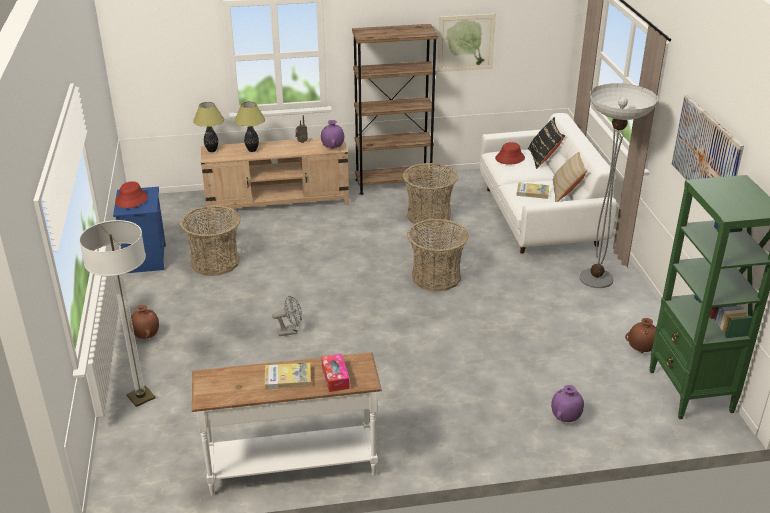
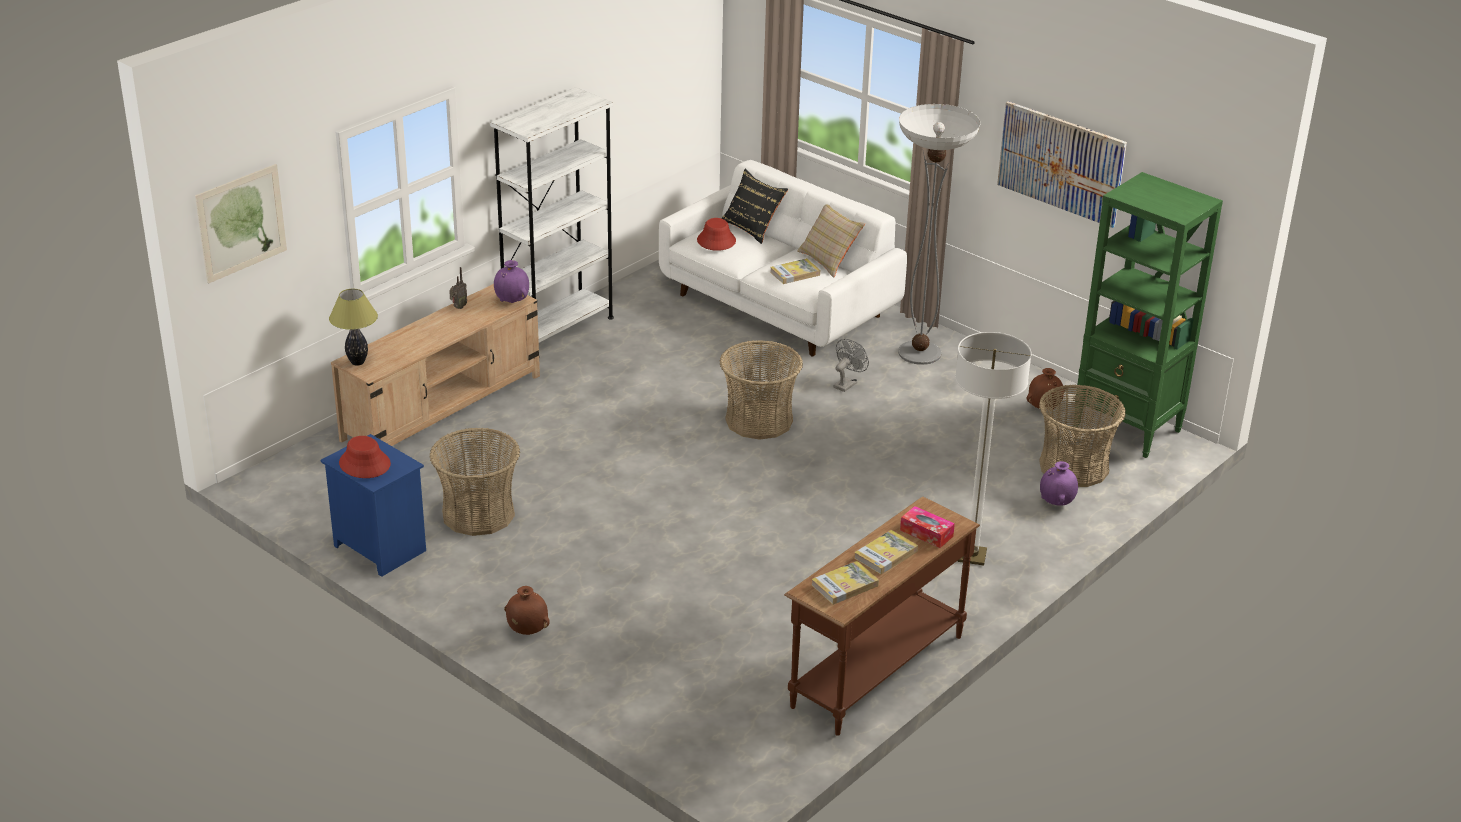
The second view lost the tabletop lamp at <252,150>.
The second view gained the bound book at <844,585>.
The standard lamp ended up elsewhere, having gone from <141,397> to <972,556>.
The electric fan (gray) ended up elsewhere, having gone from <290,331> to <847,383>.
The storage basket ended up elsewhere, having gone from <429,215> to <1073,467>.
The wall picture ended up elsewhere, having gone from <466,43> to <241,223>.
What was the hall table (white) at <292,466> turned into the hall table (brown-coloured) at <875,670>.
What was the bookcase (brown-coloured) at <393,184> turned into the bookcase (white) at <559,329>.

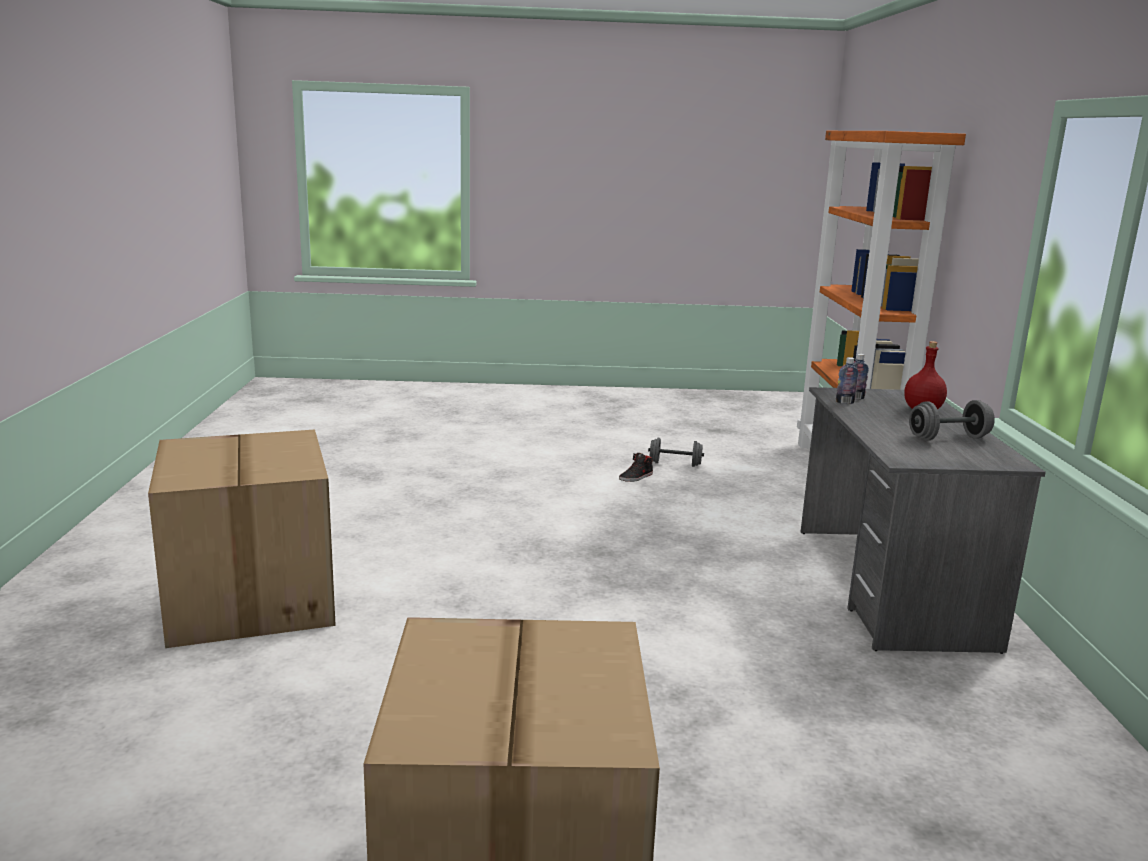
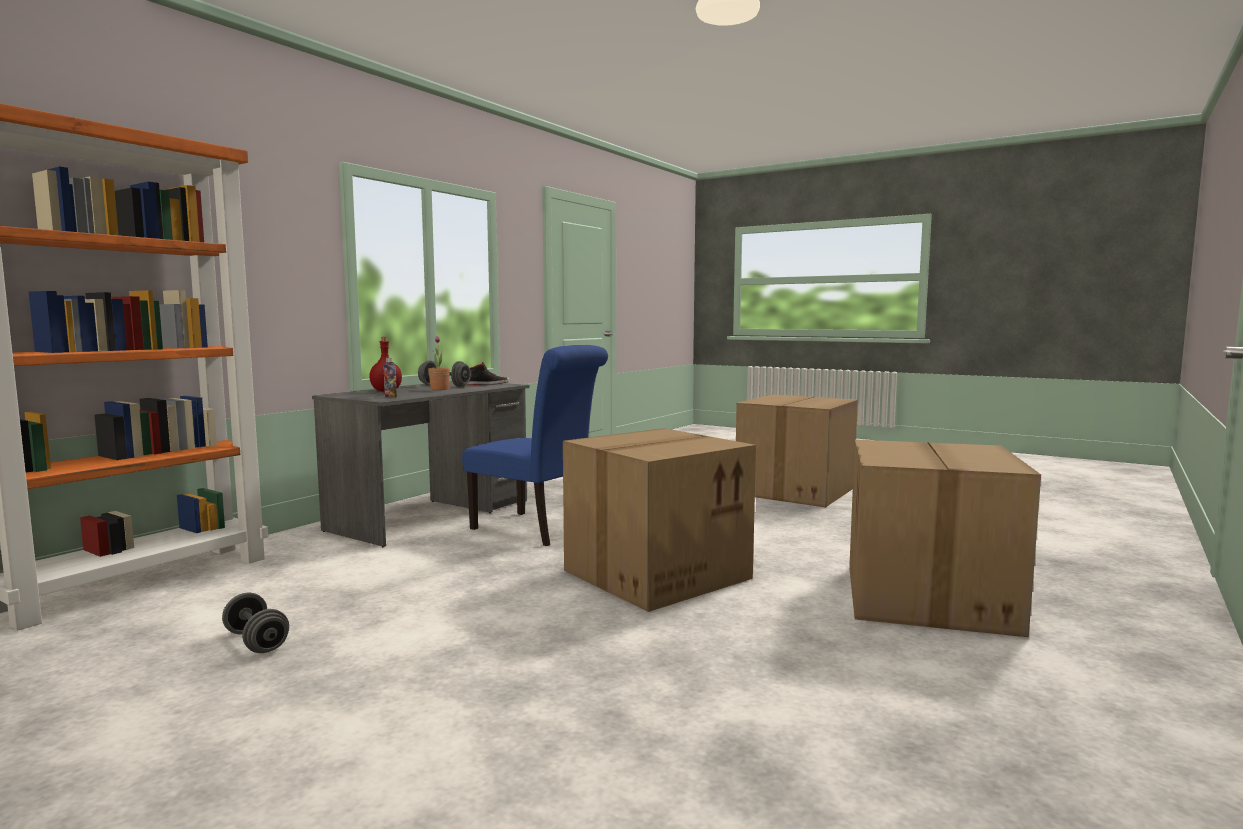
The second view lost the drink bottle at <845,402>.
The second view gained the plant in a pot at <439,389>.
The second view gained the upright chair (blue-coloured) at <537,530>.
The second view gained the carton at <657,573>.
The item of footwear (black) ended up elsewhere, having gone from <636,477> to <487,384>.

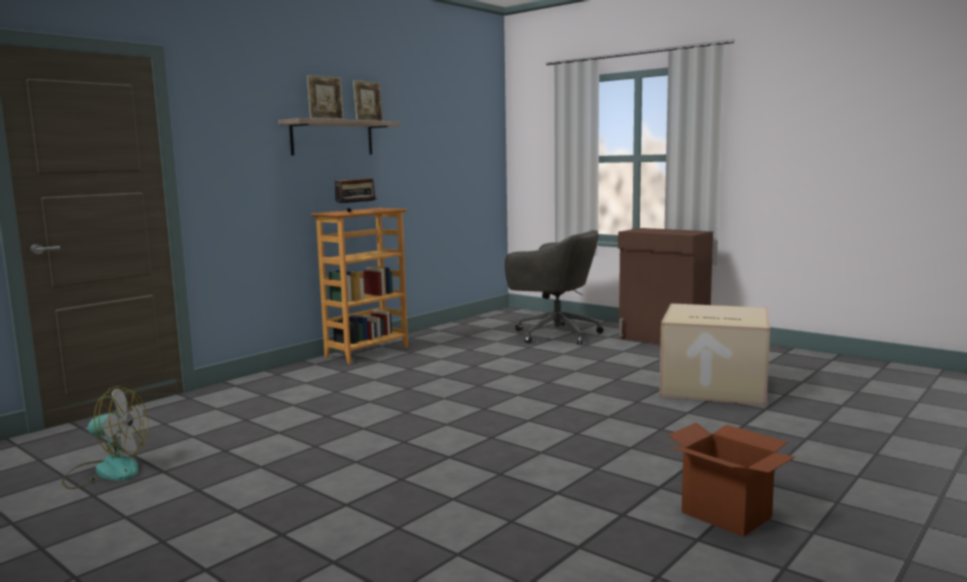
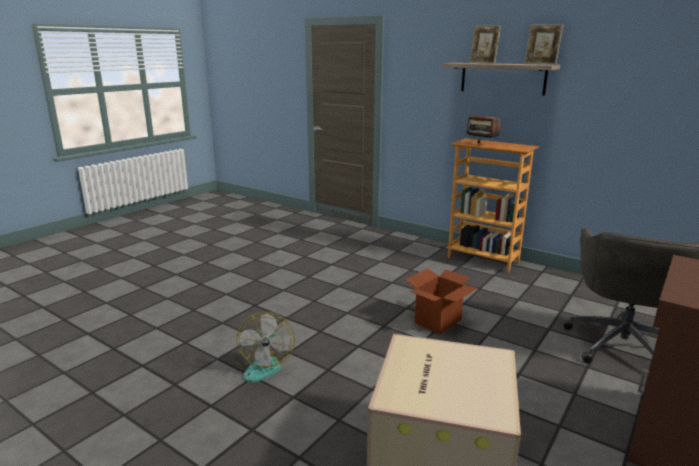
The electric fan ended up elsewhere, having gone from <106,471> to <263,365>.
The carton ended up elsewhere, having gone from <726,515> to <437,321>.

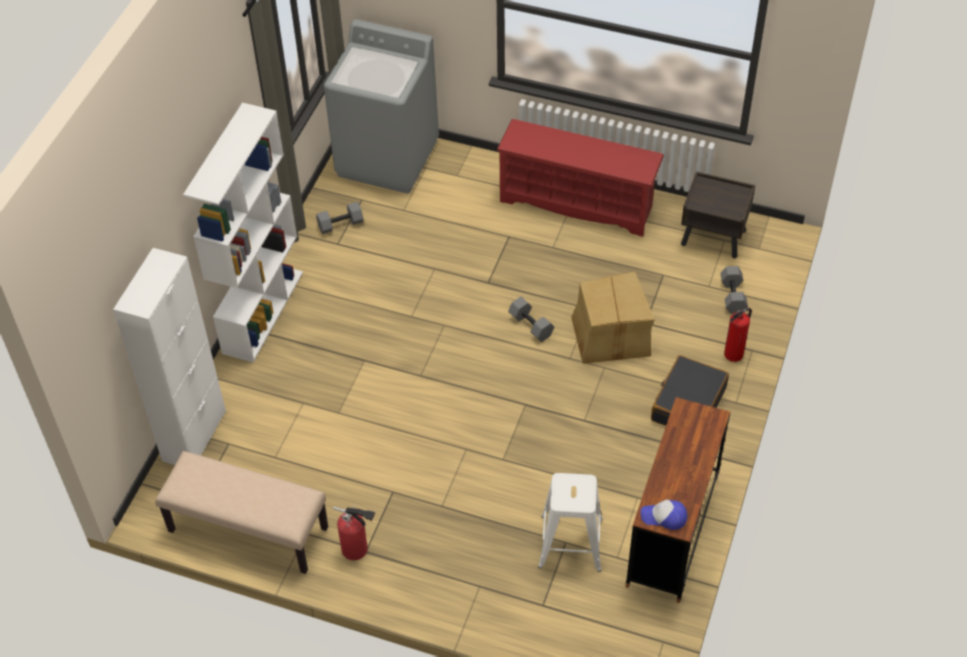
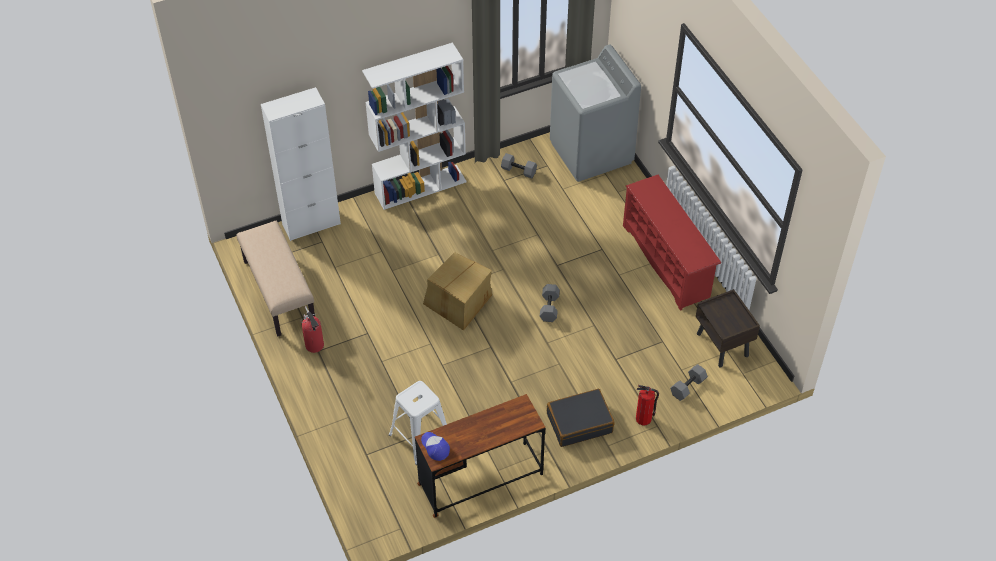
The carton ended up elsewhere, having gone from <610,335> to <458,302>.

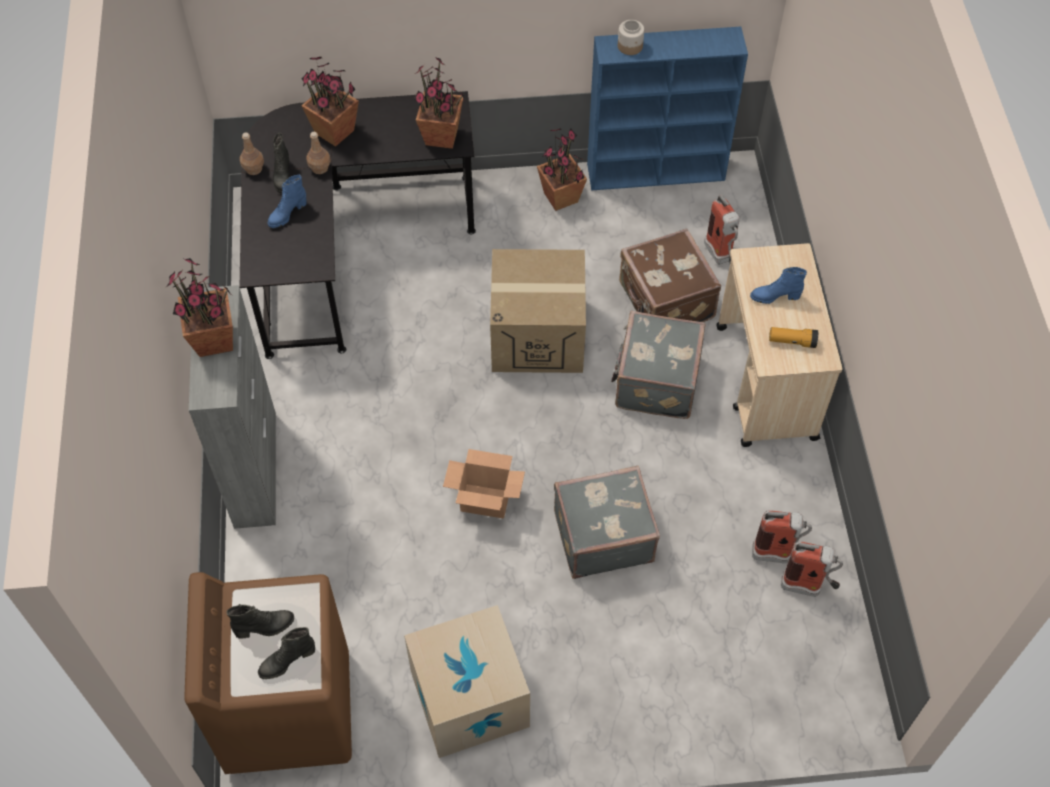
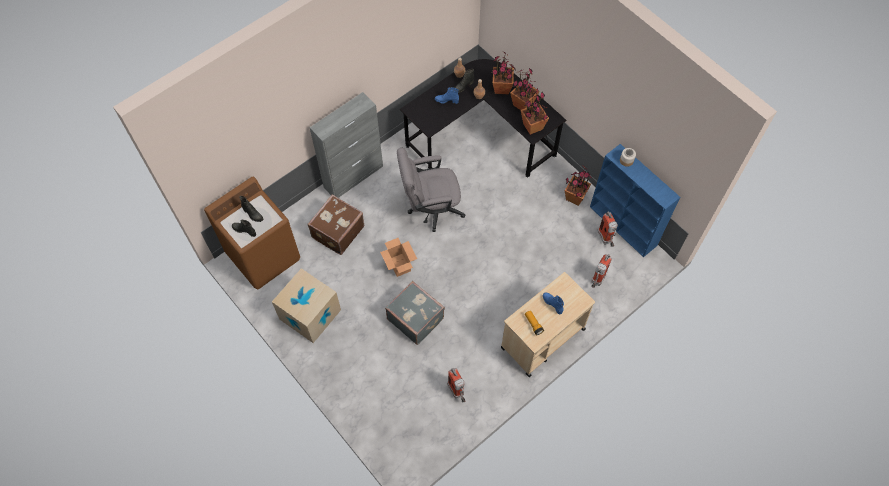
The second view lost the carton at <538,334>.
The second view lost the piece of luggage (gray) at <655,382>.
The second view gained the desk chair (gray) at <430,208>.
The plant in a pot ended up elsewhere, having gone from <214,341> to <523,105>.
The piece of luggage (brown-coloured) ended up elsewhere, having gone from <664,302> to <337,232>.
The fire-fighting cylinder ended up elsewhere, having gone from <808,587> to <606,240>.

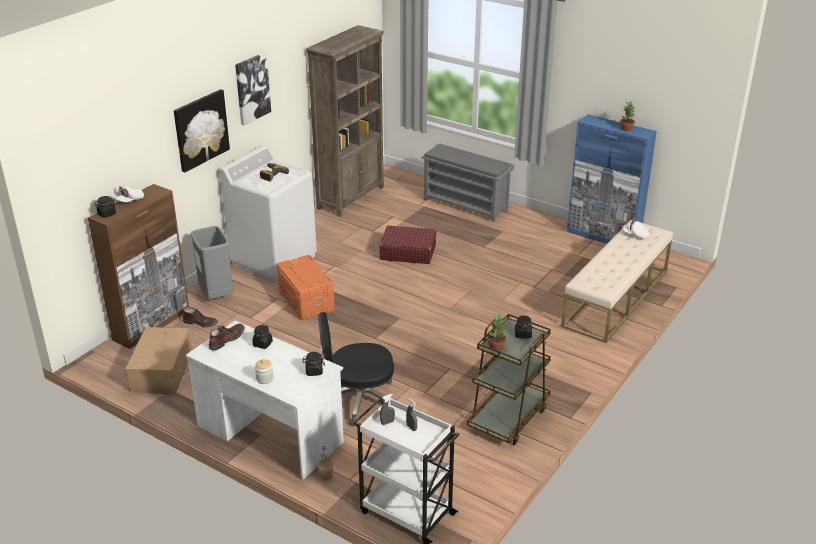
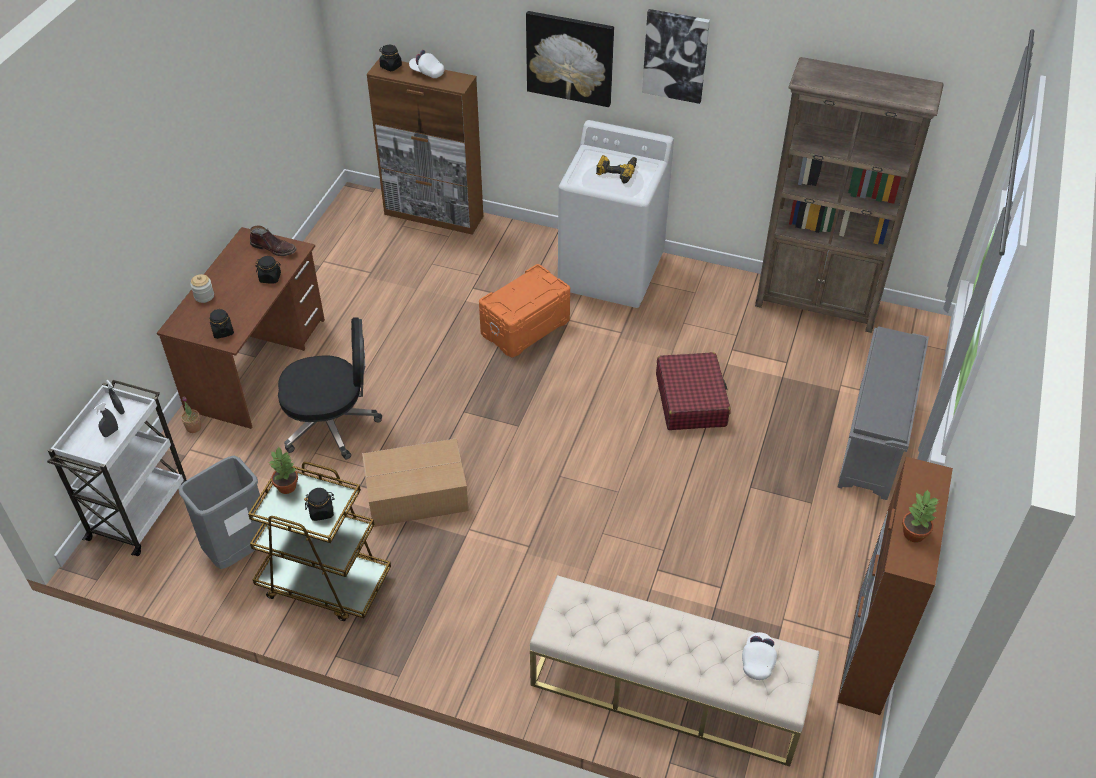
The second view lost the boot (brown-coloured) at <201,323>.
The carton ended up elsewhere, having gone from <163,370> to <418,494>.
The waste bin (gray) ended up elsewhere, having gone from <216,295> to <239,550>.
What was the desk table (white) at <270,434> turned into the desk table (brown-coloured) at <257,364>.
What was the storage cabinet (blue-coloured) at <603,236> turned into the storage cabinet (brown-coloured) at <868,652>.
The desk chair (black) at <358,400> ended up facing another way, 105 degrees clockwise from before.

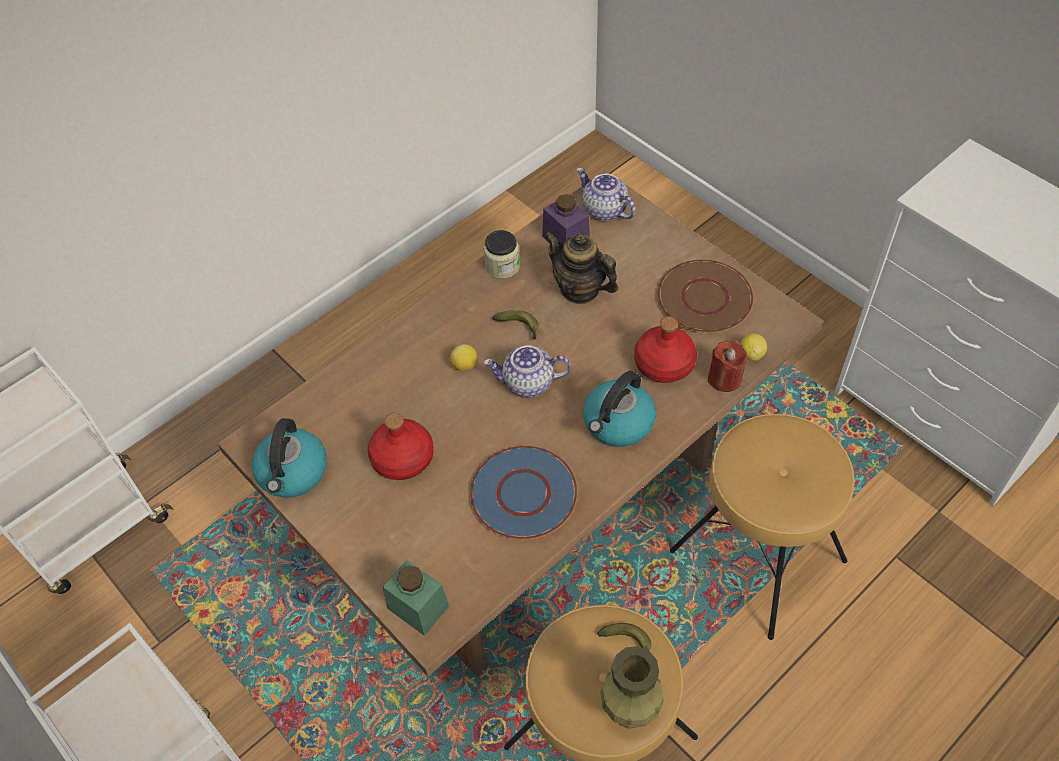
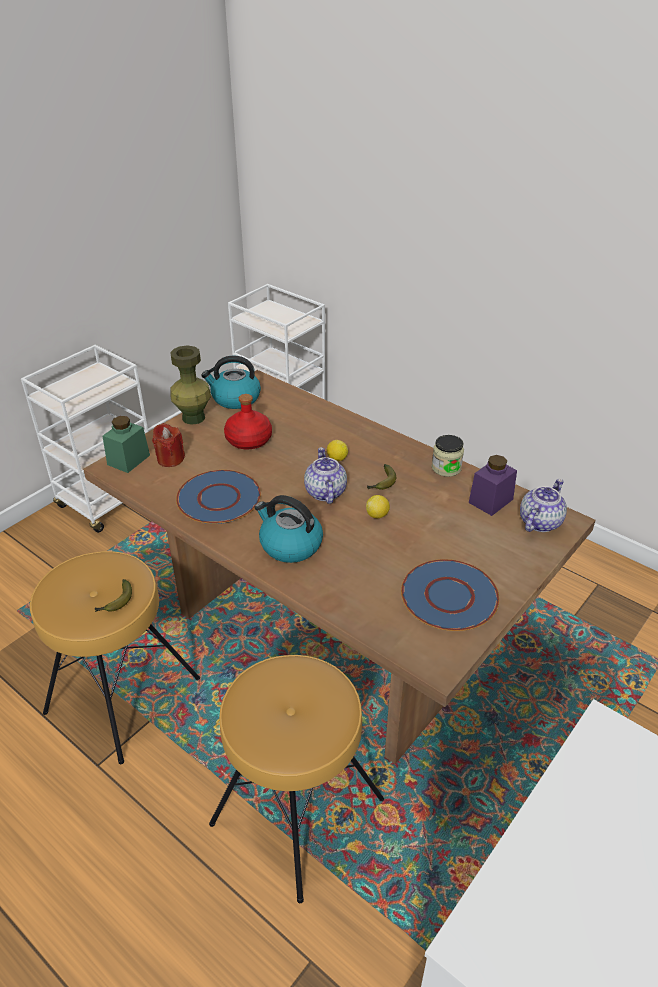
The second view lost the tea pot at <580,289>.
The second view lost the drink bottle (red-coloured) at <664,364>.
The flower vase (greenish) ended up elsewhere, having gone from <630,710> to <193,418>.
The wax candle (red-coloured) ended up elsewhere, having gone from <724,378> to <170,459>.
The lemon ended up elsewhere, having gone from <751,354> to <377,515>.
What was the flat dish (brown-coloured) at <705,298> turned into the flat dish (blue-coloured) at <449,597>.

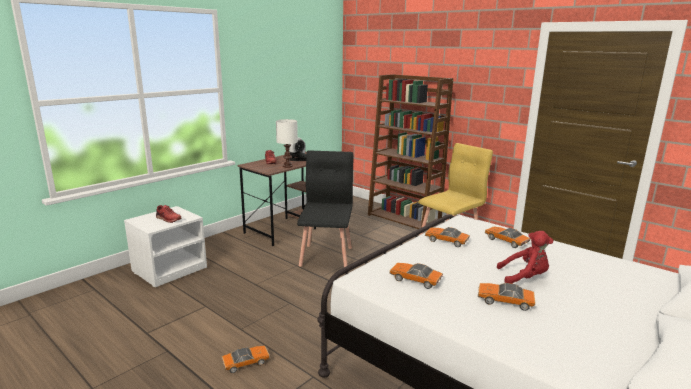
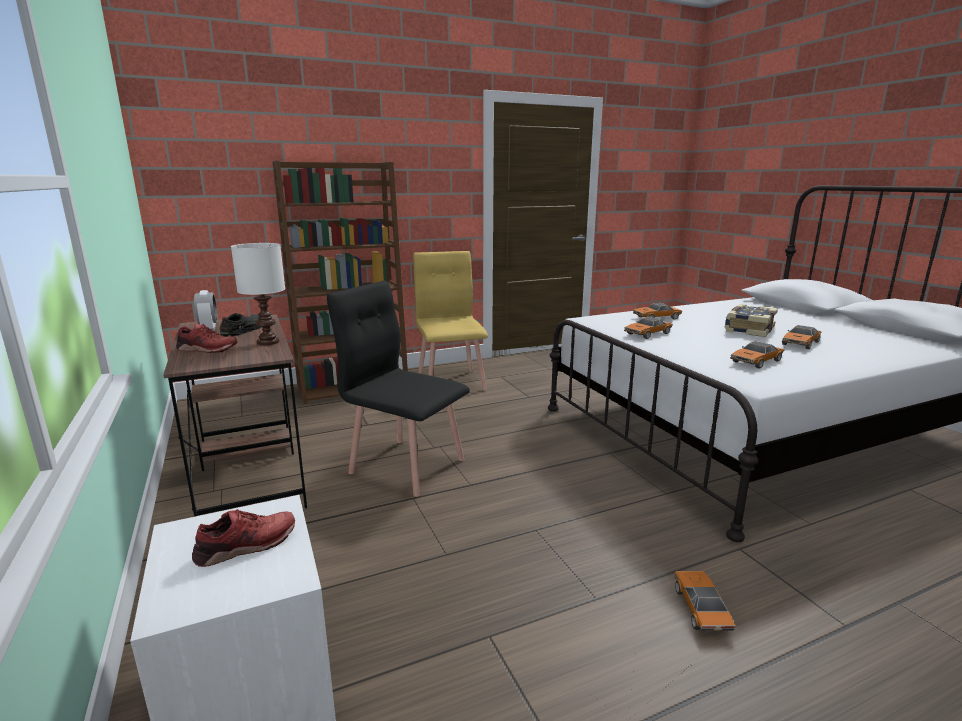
Where the soft toy (red-coloured) stood at <524,278>, the bound book came to stand at <748,329>.

